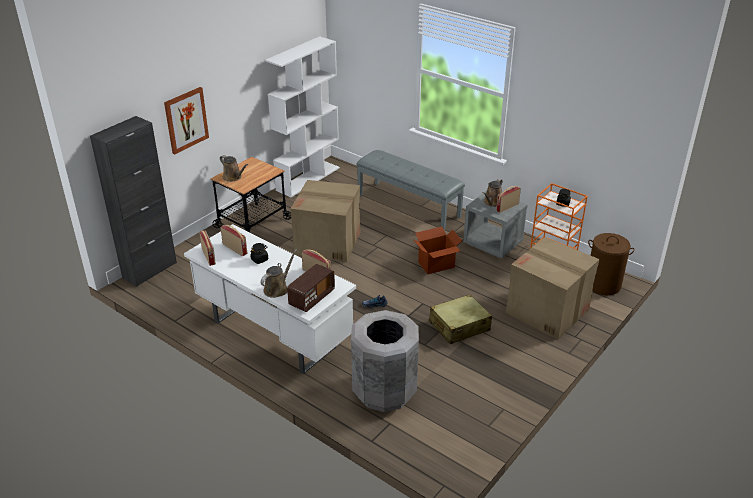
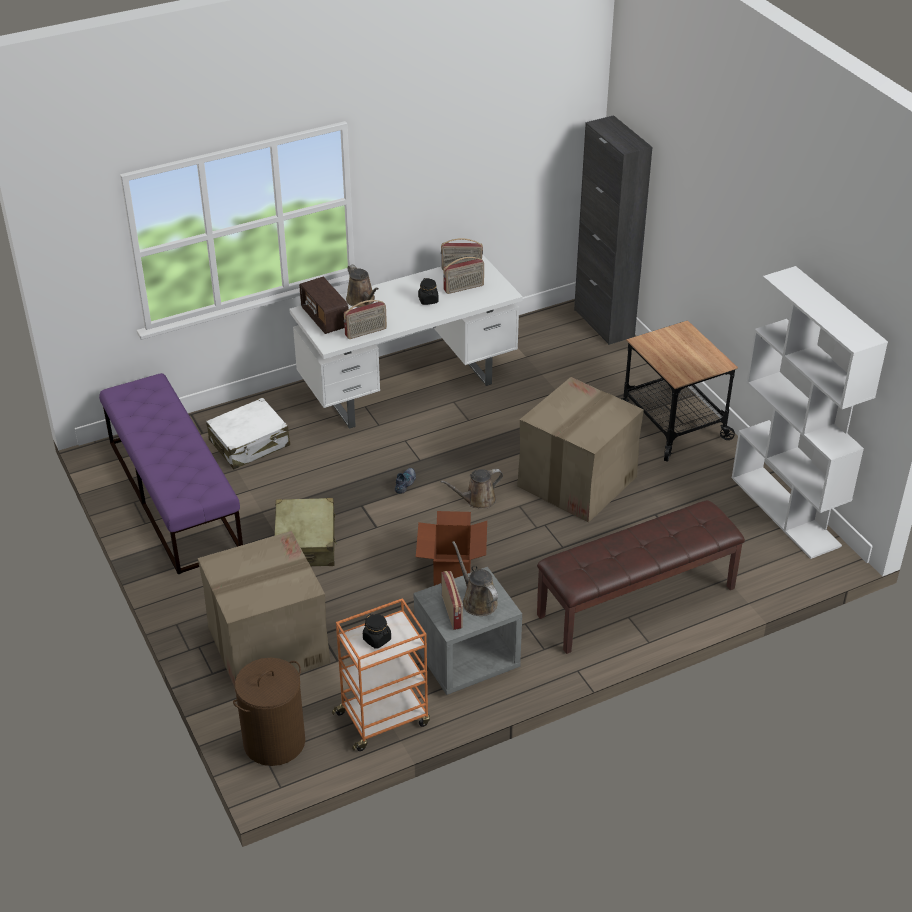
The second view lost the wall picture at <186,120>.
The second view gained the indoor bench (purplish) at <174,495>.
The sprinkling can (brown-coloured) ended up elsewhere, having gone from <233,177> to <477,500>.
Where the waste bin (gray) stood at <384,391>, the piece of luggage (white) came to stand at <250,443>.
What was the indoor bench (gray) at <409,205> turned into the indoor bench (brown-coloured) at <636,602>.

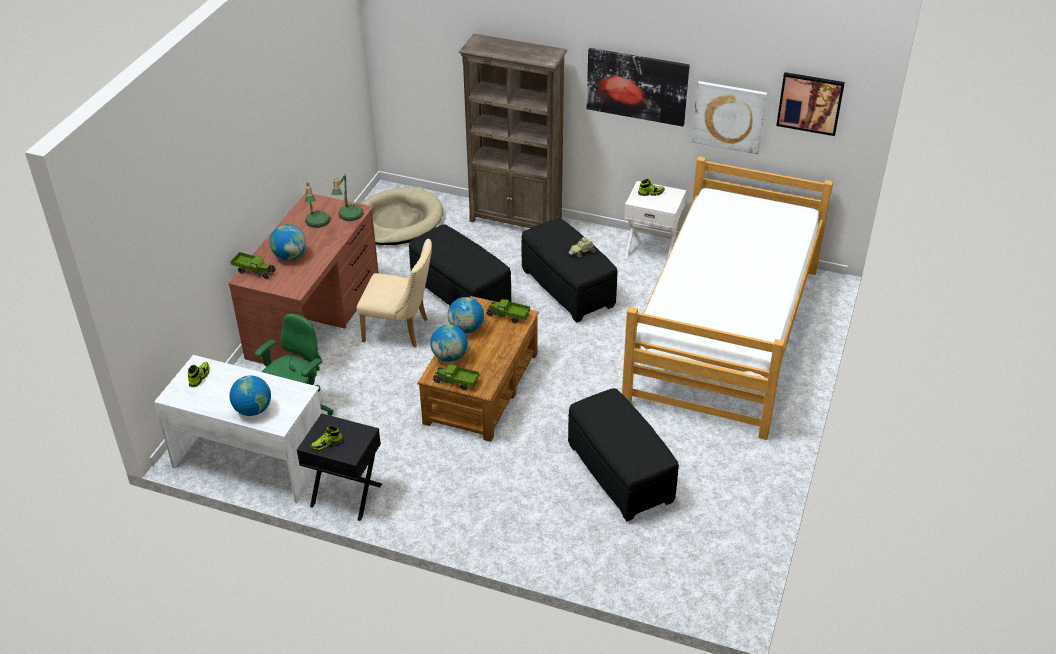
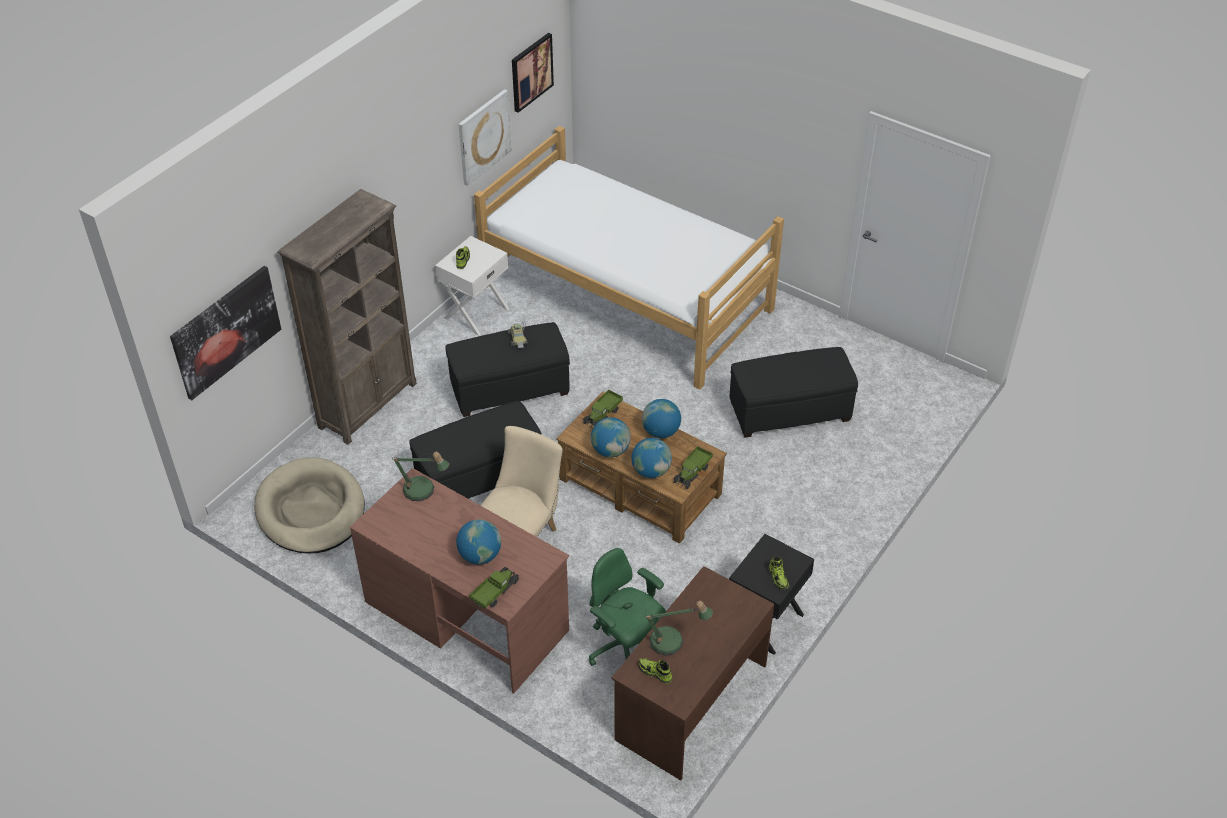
The world globe ended up elsewhere, having gone from <253,410> to <660,432>.
The tabletop lamp ended up elsewhere, having gone from <317,223> to <672,642>.
The wall picture ended up elsewhere, having gone from <637,86> to <226,331>.
What was the desk table (white) at <251,460> turned into the desk table (brown-coloured) at <690,701>.

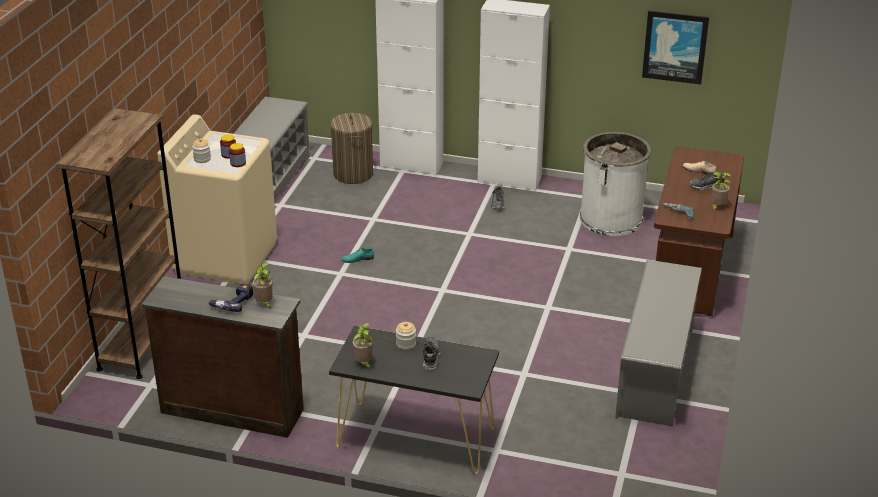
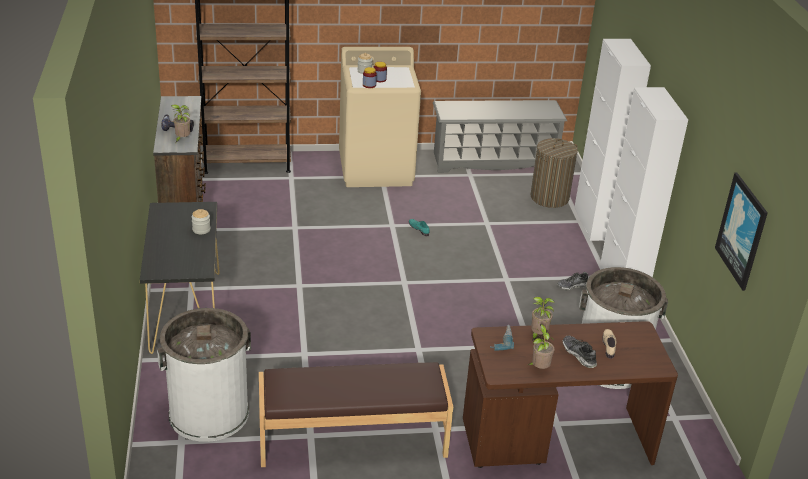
The second view lost the item of footwear at <430,356>.
The second view gained the waste bin (white) at <209,413>.
The plant in a pot ended up elsewhere, having gone from <363,364> to <538,335>.
Where the shoe rack (gray) stood at <655,372>, the indoor bench (brown-coloured) came to stand at <352,440>.

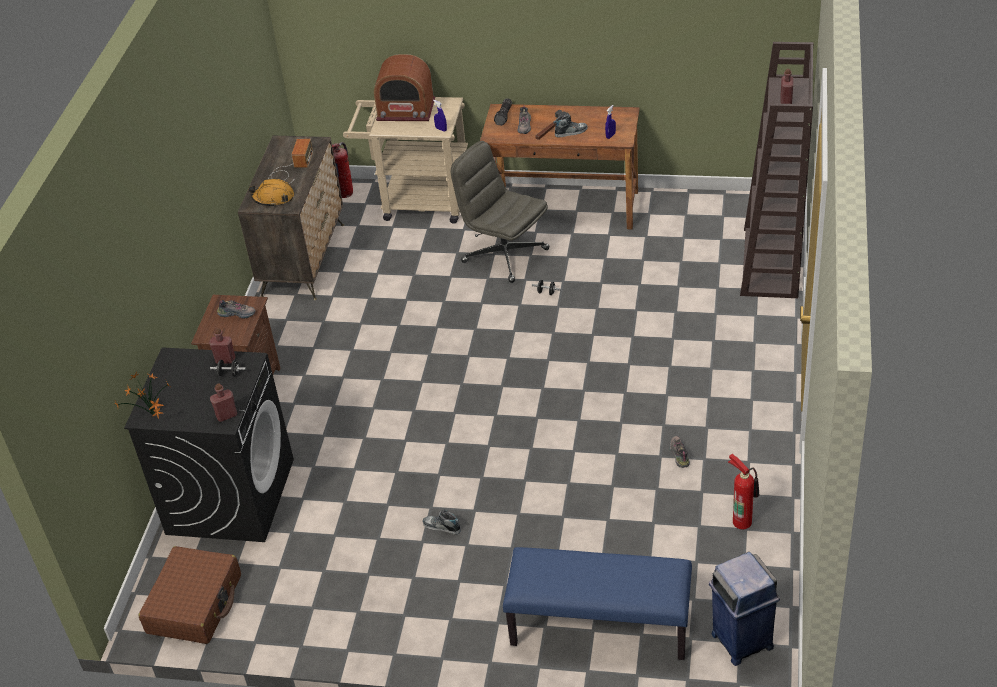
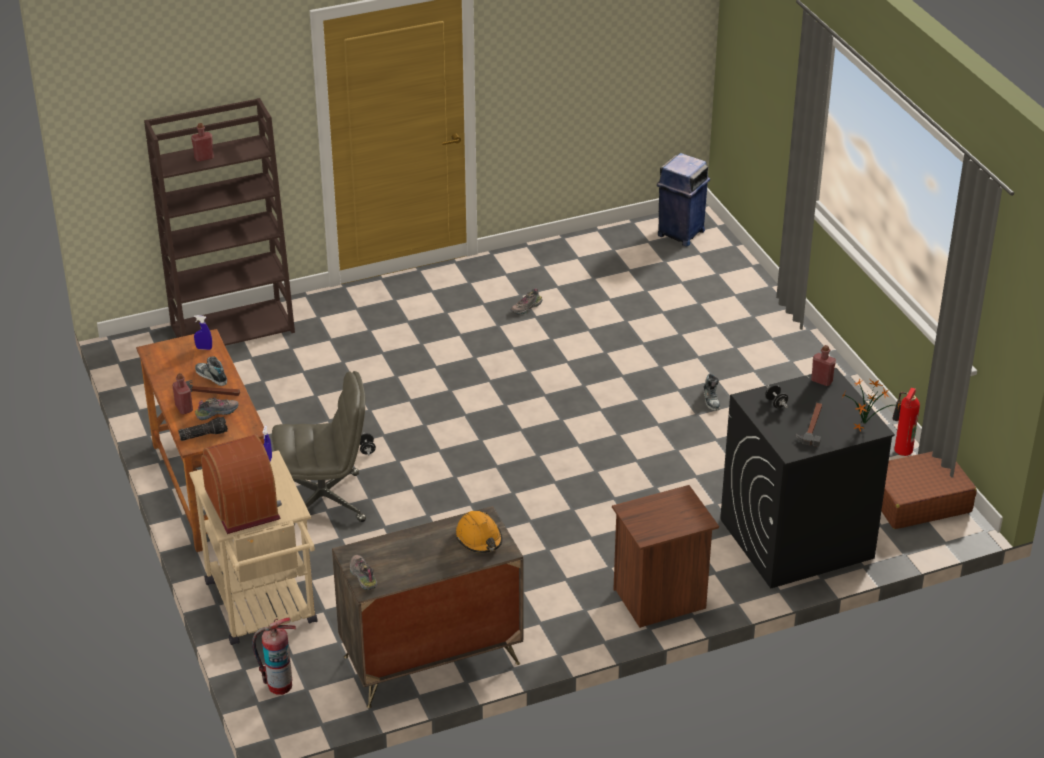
The second view lost the radio set at <290,169>.
The second view lost the indoor bench (blue-coloured) at <599,627>.
The second view gained the tool hammer at <812,426>.
The drink bottle (red-coloured) ended up elsewhere, having gone from <225,360> to <184,408>.
The item of footwear ended up elsewhere, having gone from <237,314> to <362,576>.
The fire-fighting cylinder ended up elsewhere, having gone from <742,520> to <901,450>.
The desk chair (gray) at <504,255> ended up facing another way, 105 degrees counterclockwise from before.

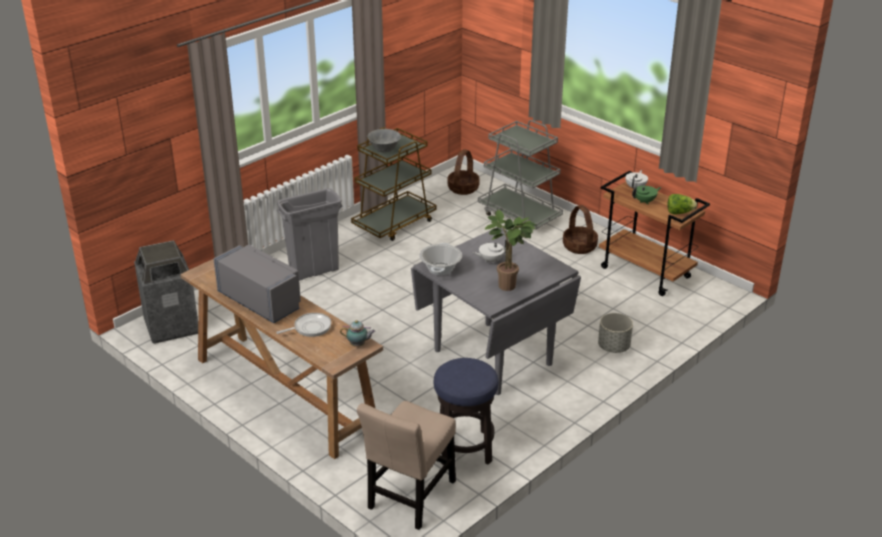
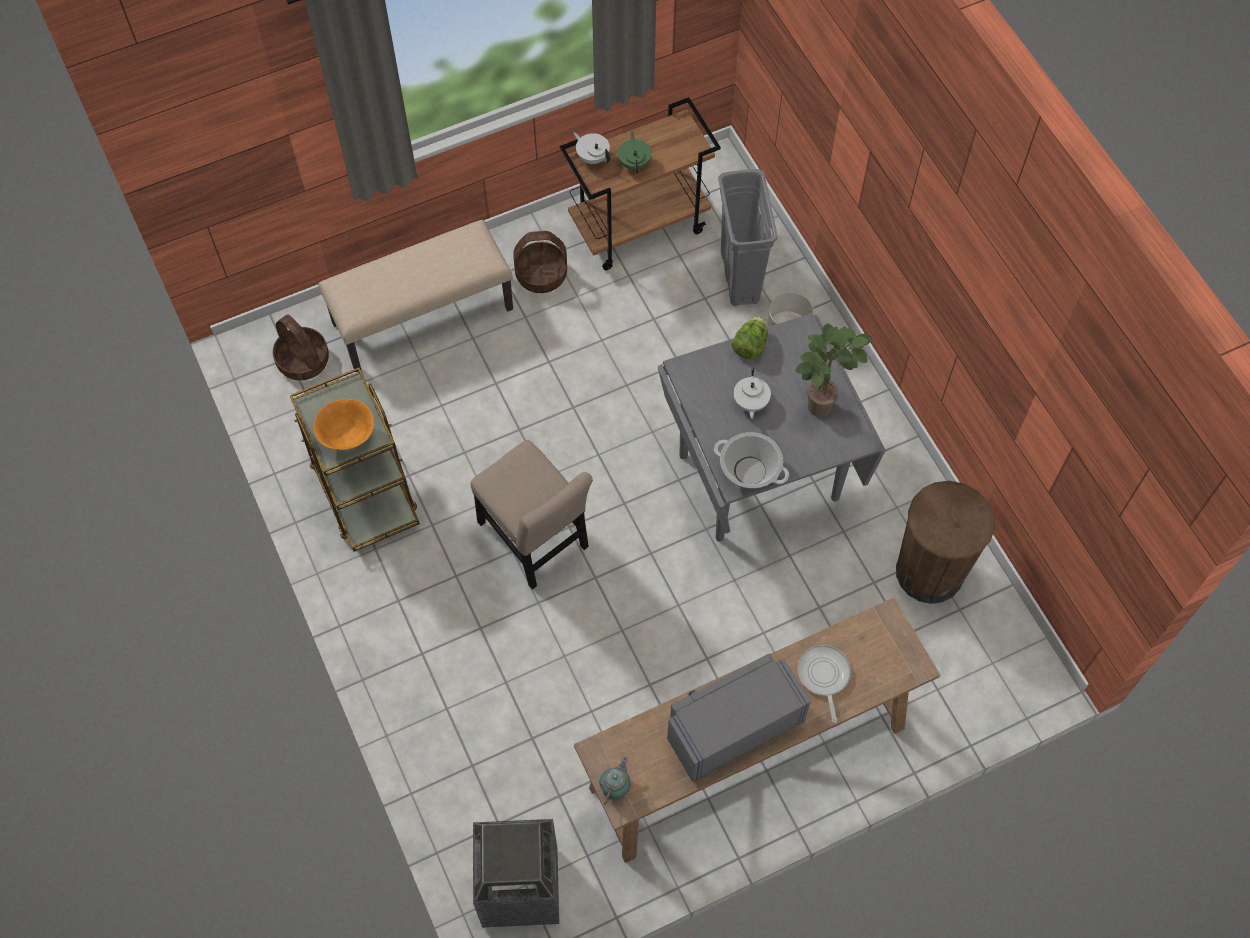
The waste bin (gray) ended up elsewhere, having gone from <314,271> to <739,277>.
The tea pot ended up elsewhere, having gone from <358,345> to <616,787>.
The upright chair (beige) ended up elsewhere, having gone from <410,498> to <535,540>.
The head of lettuce ended up elsewhere, having gone from <679,212> to <750,345>.
Where the stool seat stood at <464,448>, the waste bin (brown-coloured) came to stand at <929,572>.
Where the wheeled cart (gray) stood at <520,215>, the indoor bench (beige) came to stand at <423,315>.
What was the serving bowl (gray) at <384,150> turned into the serving bowl (orange) at <348,437>.

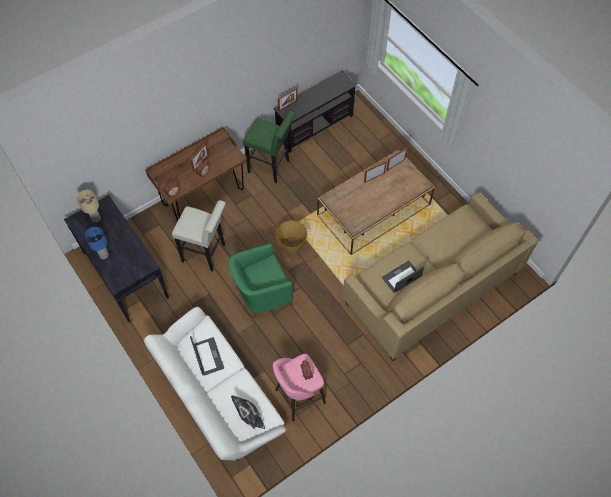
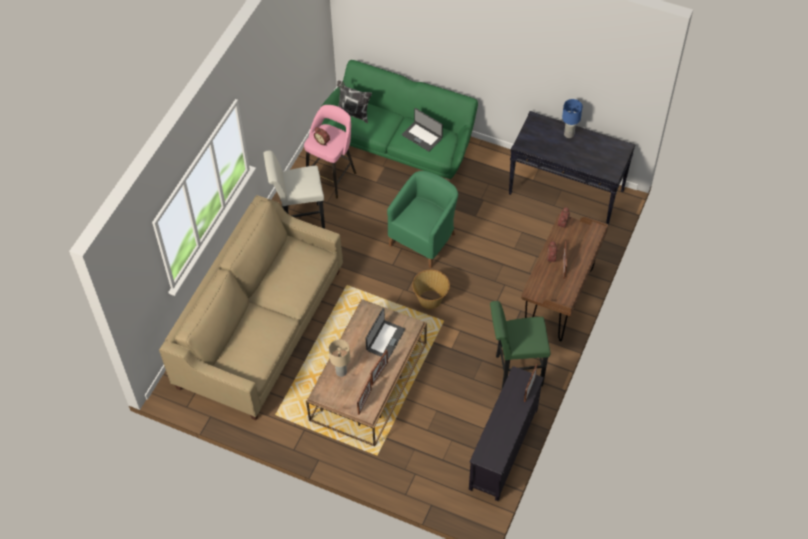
The tabletop lamp (beige) ended up elsewhere, having gone from <96,218> to <341,372>.
The stool seat (white) ended up elsewhere, having gone from <207,254> to <299,221>.
The laptop ended up elsewhere, having gone from <402,277> to <385,339>.
What was the couch (white) at <219,397> turned into the couch (greenish) at <400,145>.

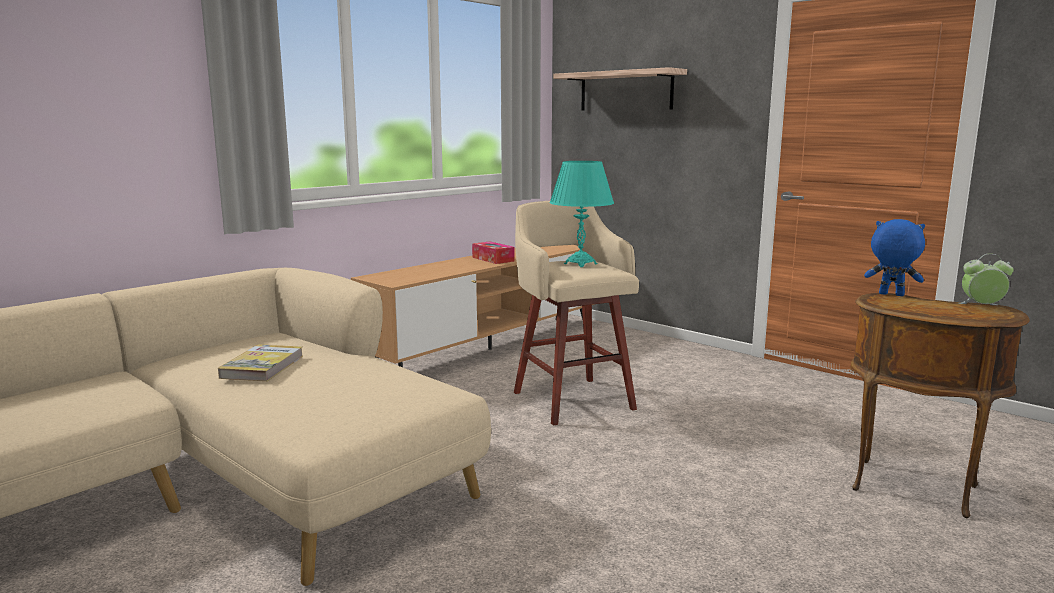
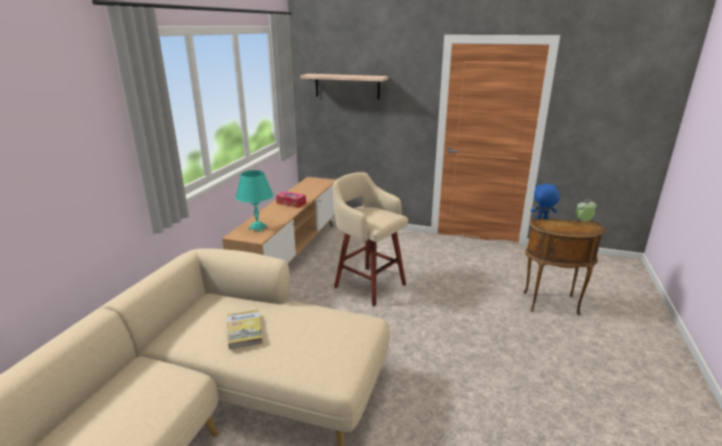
The tabletop lamp (blue-green) ended up elsewhere, having gone from <580,264> to <257,228>.

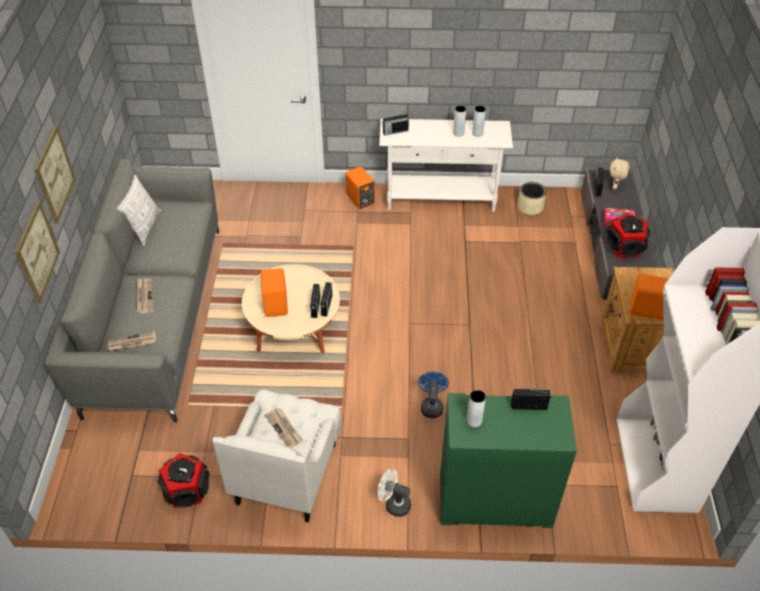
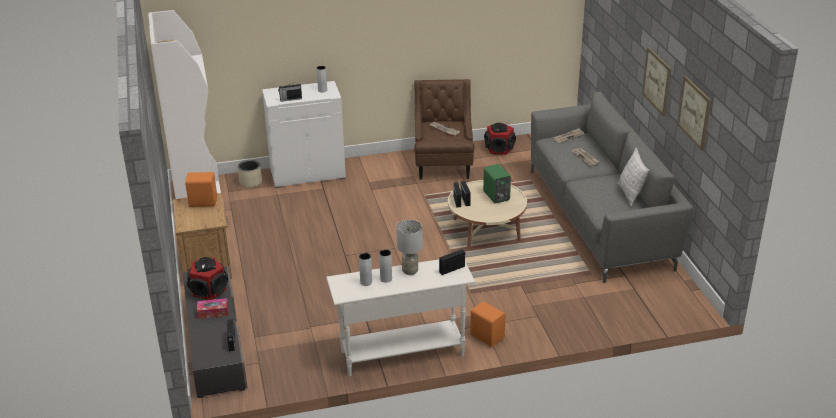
The second view lost the electric fan (white) at <394,504>.
The second view lost the electric fan (blue-coloured) at <431,405>.
The second view lost the soft toy (beige) at <615,187>.
The second view gained the tabletop lamp (gray) at <410,271>.
The wall picture ended up elsewhere, having gone from <37,252> to <694,112>.
The flower pot (beige) ended up elsewhere, having gone from <530,207> to <251,182>.
What was the armchair (white) at <287,472> turned into the armchair (brown-coloured) at <443,164>.
What was the audio speaker (orange) at <276,304> turned into the audio speaker (greenish) at <496,196>.
What was the storage cabinet (greenish) at <494,501> turned into the storage cabinet (white) at <308,174>.

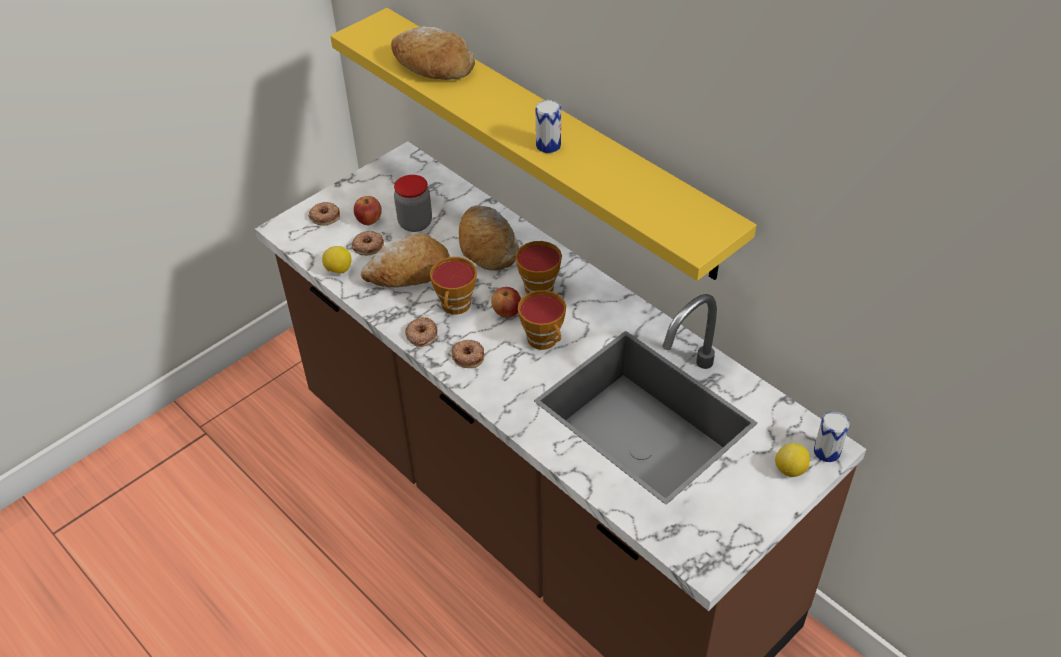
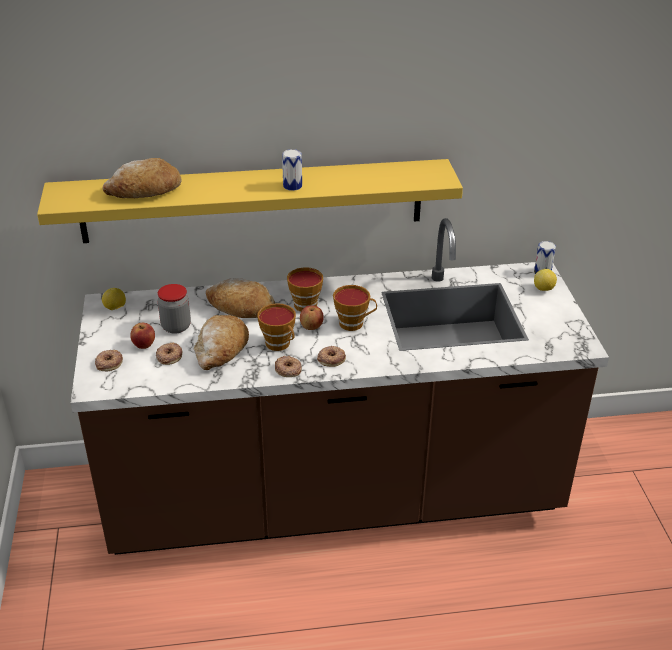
The lemon ended up elsewhere, having gone from <338,270> to <115,308>.

